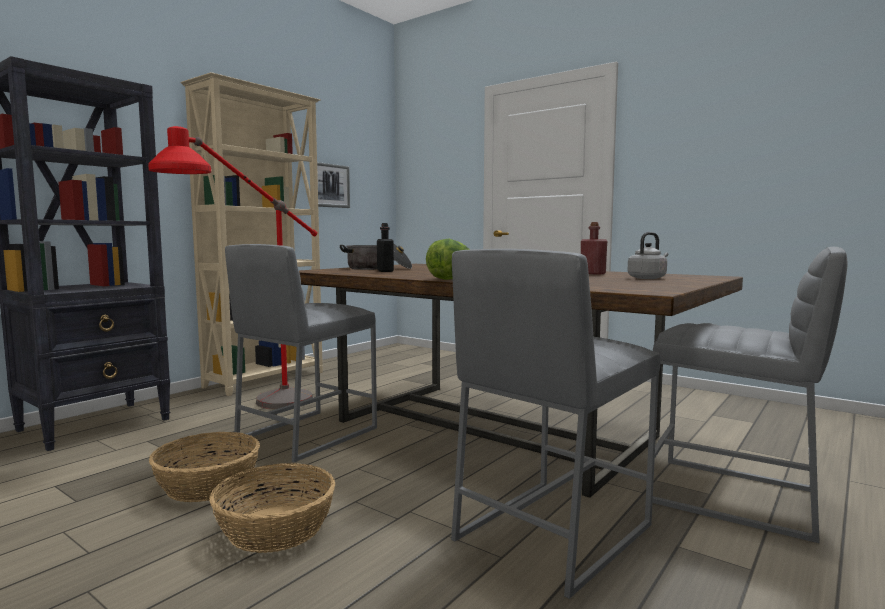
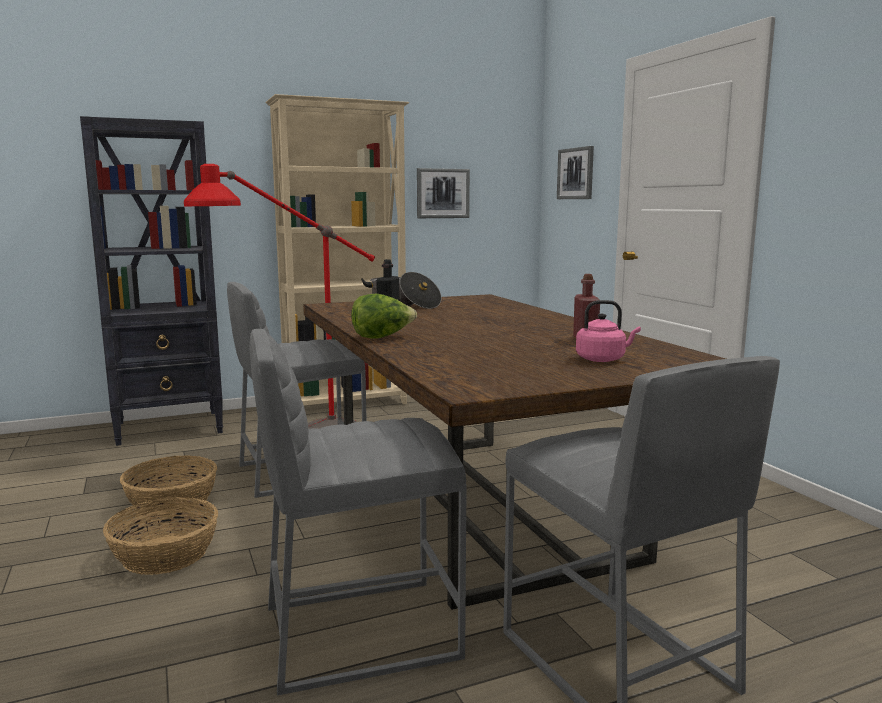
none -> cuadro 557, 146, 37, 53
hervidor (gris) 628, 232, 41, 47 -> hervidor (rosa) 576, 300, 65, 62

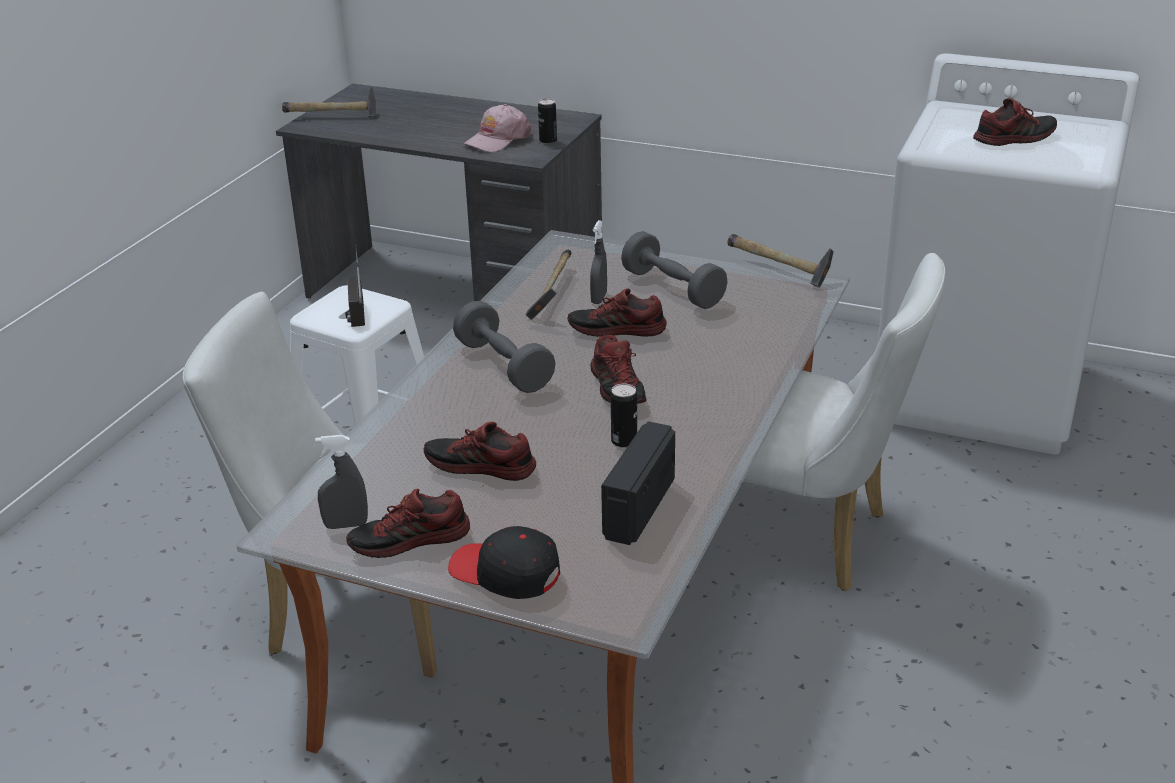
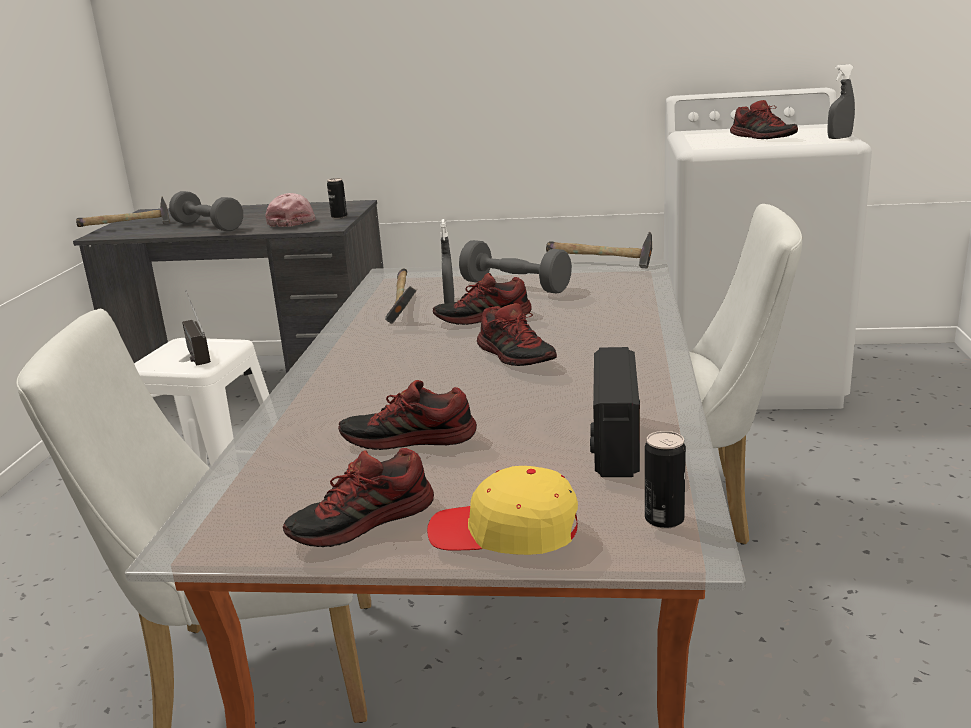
pulverizador (gris) 315, 435, 53, 94 -> pulverizador (gris) 827, 64, 28, 75, move
mancuerna (gris) 453, 301, 102, 92 -> mancuerna (gris) 169, 191, 74, 40, move
lata 611, 384, 26, 64 -> lata 645, 431, 41, 98, move
gorra (negro) 448, 526, 112, 73 -> gorra (amarillo) 427, 466, 151, 89
gorra (rosa) 464, 104, 67, 48 -> gorra (rosa) 265, 193, 51, 34, 150 degrees clockwise
zapato 973, 98, 84, 48 -> zapato 730, 100, 68, 39, 90 degrees clockwise

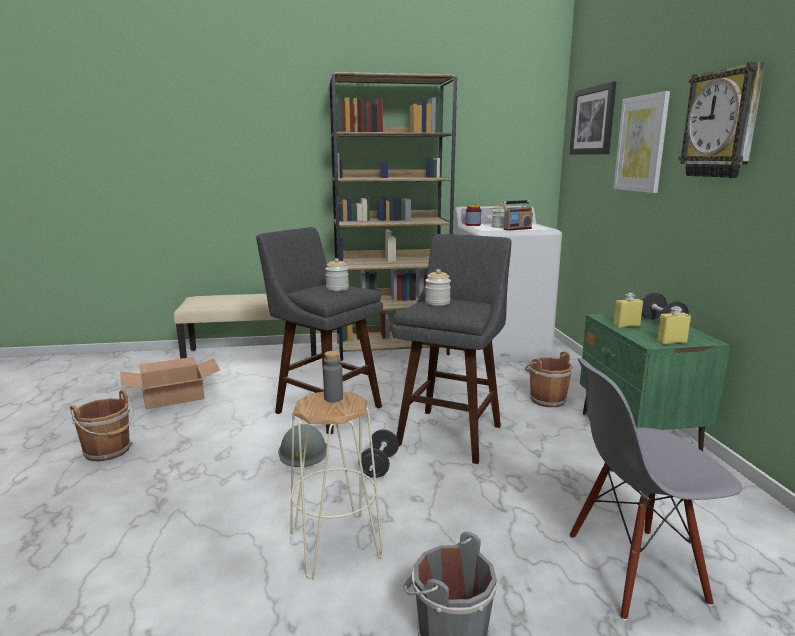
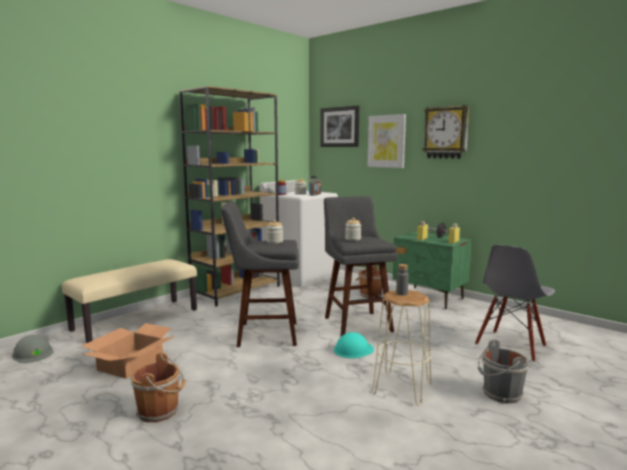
casco (gris) 278, 424, 49, 43 -> casco (gris) 11, 335, 42, 28, move
mancuerna (negro) 361, 429, 38, 49 -> casco (turquesa) 334, 332, 40, 26

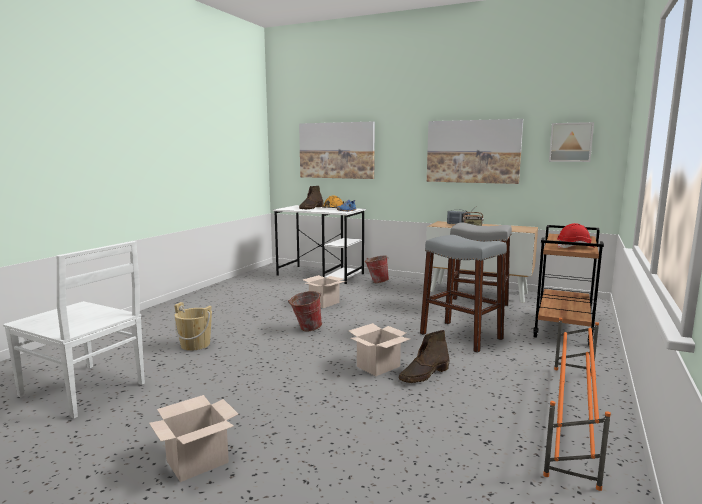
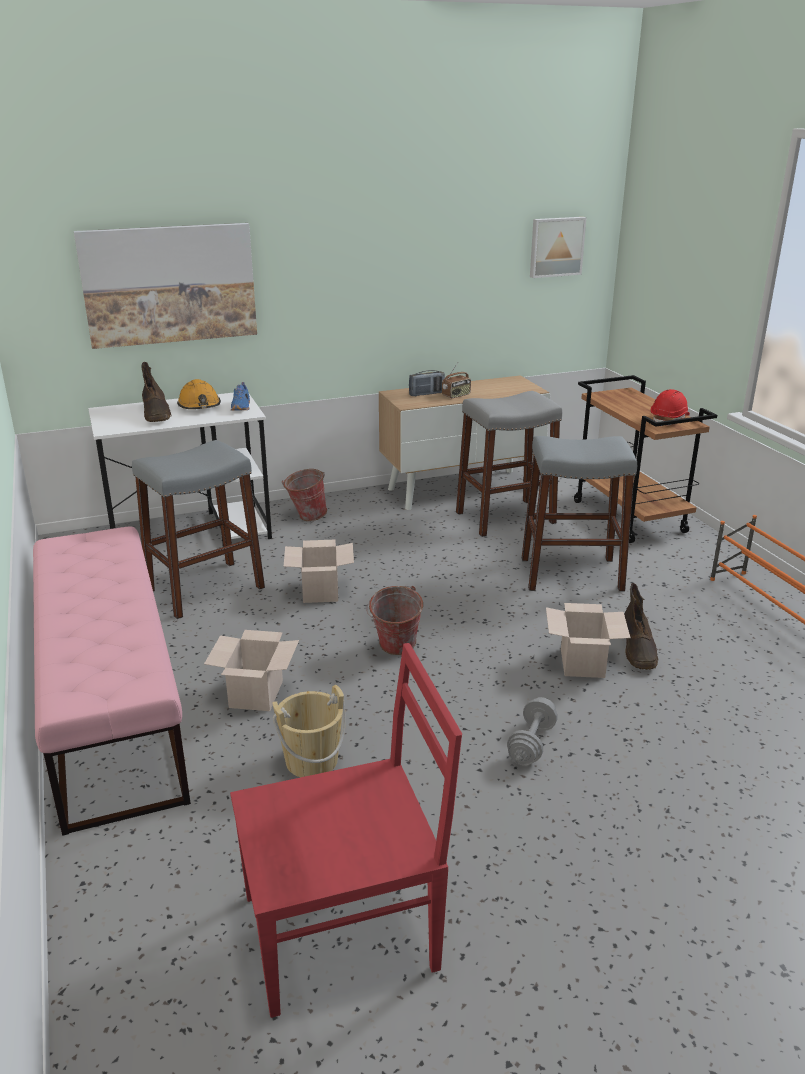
cuadro 427, 119, 96, 65 -> none
none -> banco (rosa) 33, 526, 158, 310
none -> taburete (gris) 132, 440, 133, 179
none -> mancuerna (gris) 507, 697, 51, 69
caja de cartón 149, 395, 89, 87 -> caja de cartón 204, 630, 95, 81, move
silla (blanco) 3, 241, 142, 177 -> silla (rojo) 230, 643, 232, 375

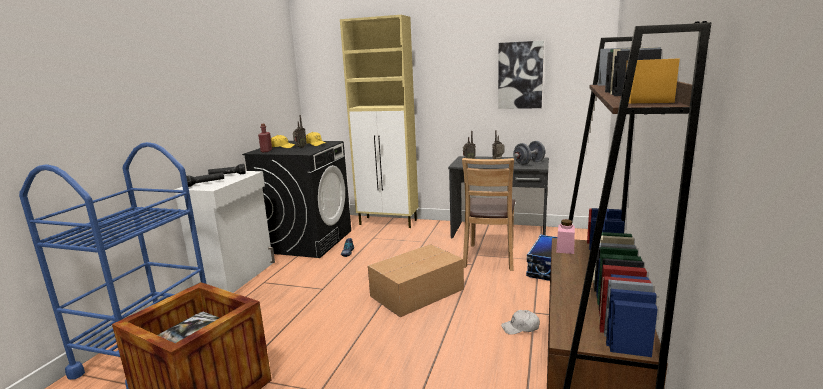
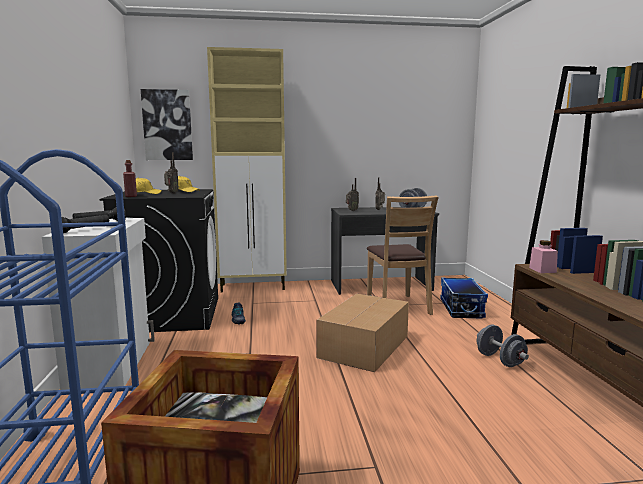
cuadro 498, 41, 46, 68 -> cuadro 141, 89, 52, 71, move
gorra (blanco) 501, 310, 39, 25 -> mancuerna (gris) 477, 325, 52, 42

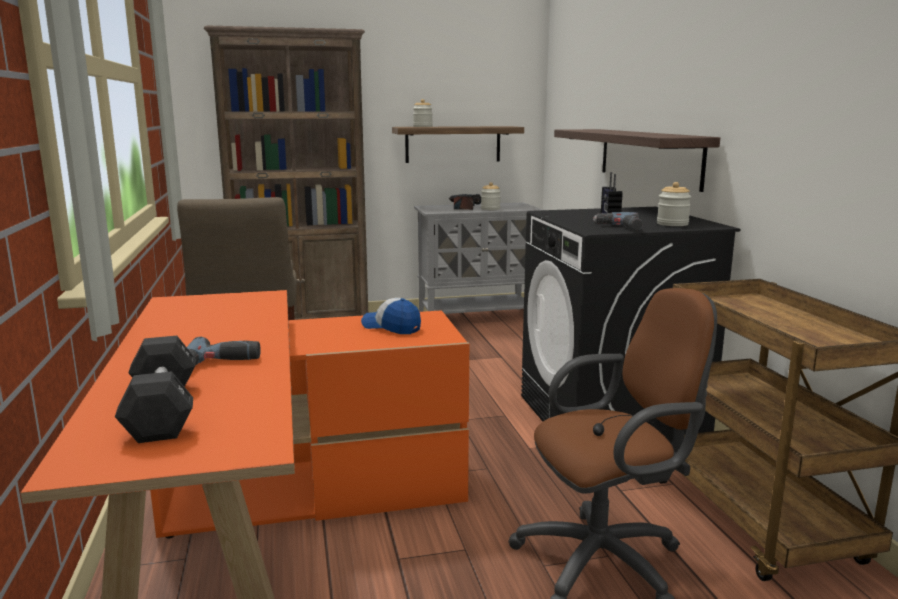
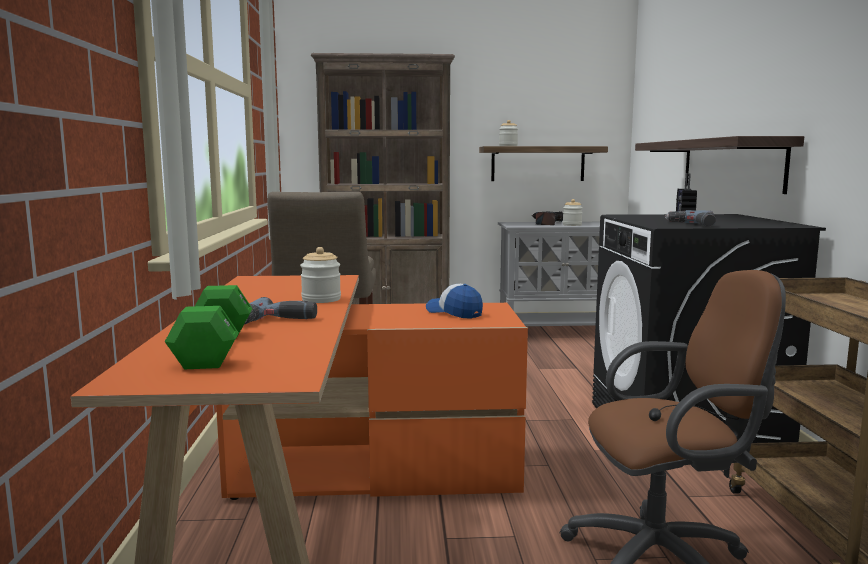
tarro 657, 182, 34, 44 -> tarro 300, 247, 41, 56, move
mancuerna (negro) 115, 336, 81, 107 -> mancuerna (verde) 165, 285, 88, 85

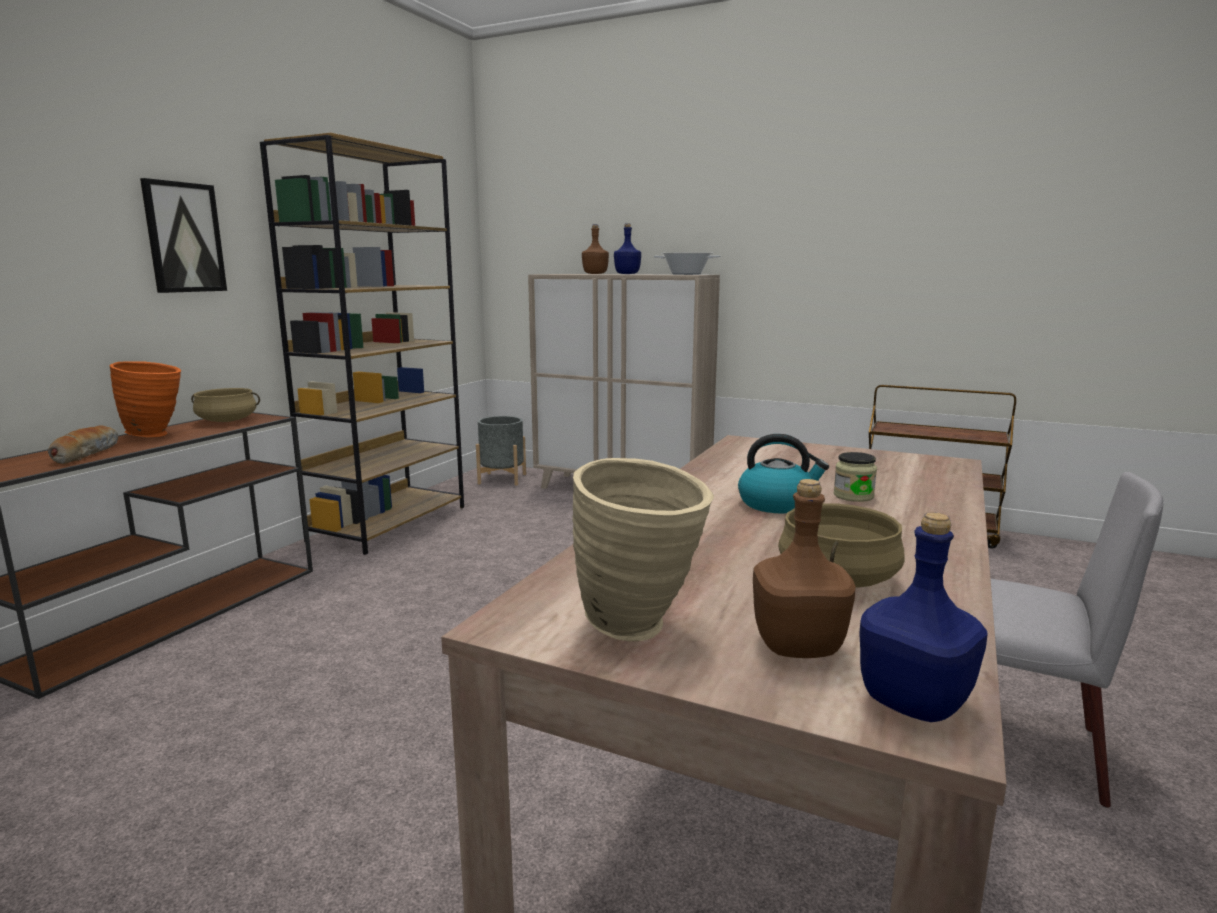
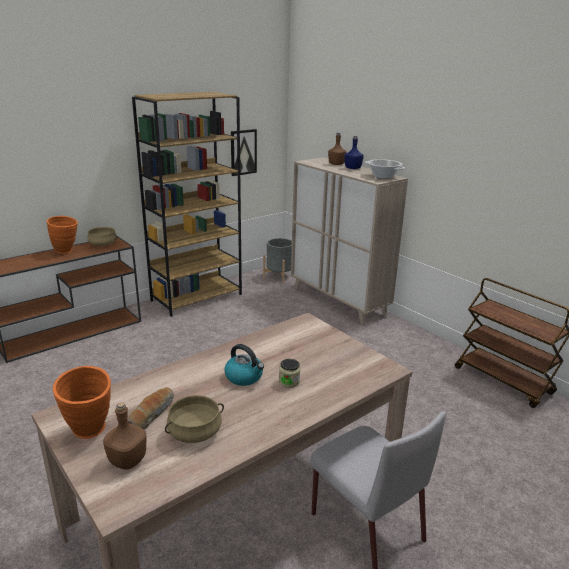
botella (azul) 859, 513, 129, 209 -> none
pan 48, 425, 70, 39 -> pan 127, 387, 47, 42, move
cuadro 140, 178, 87, 115 -> cuadro 231, 129, 26, 47, move
florero (beis) 572, 458, 142, 183 -> florero (naranja) 53, 366, 58, 73

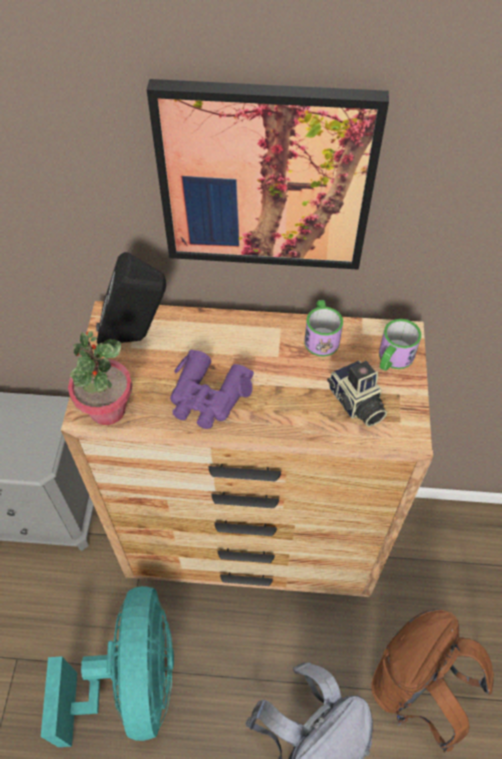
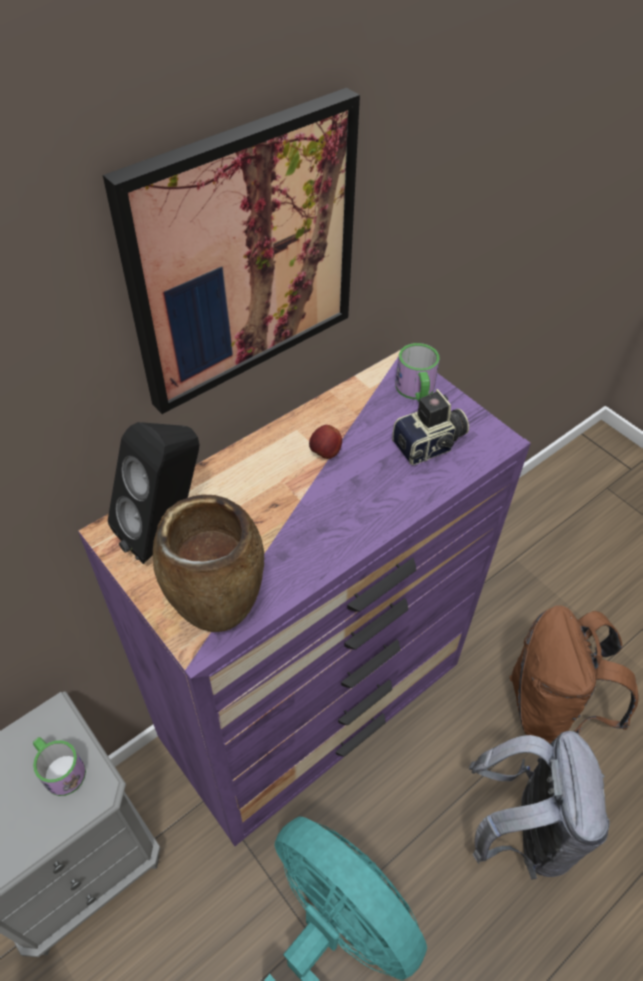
prismáticos (morado) 170, 349, 84, 80 -> none
none -> manzana 309, 425, 33, 34
taza grande 304, 300, 39, 57 -> taza grande 33, 737, 53, 59, move
planta en maceta 68, 331, 64, 94 -> florero (marrón) 153, 495, 111, 137
cómoda (marrón) 61, 301, 372, 296 -> cómoda (morado) 78, 350, 453, 496
cámara 327, 360, 60, 67 -> cámara 392, 389, 77, 76, 45 degrees counterclockwise

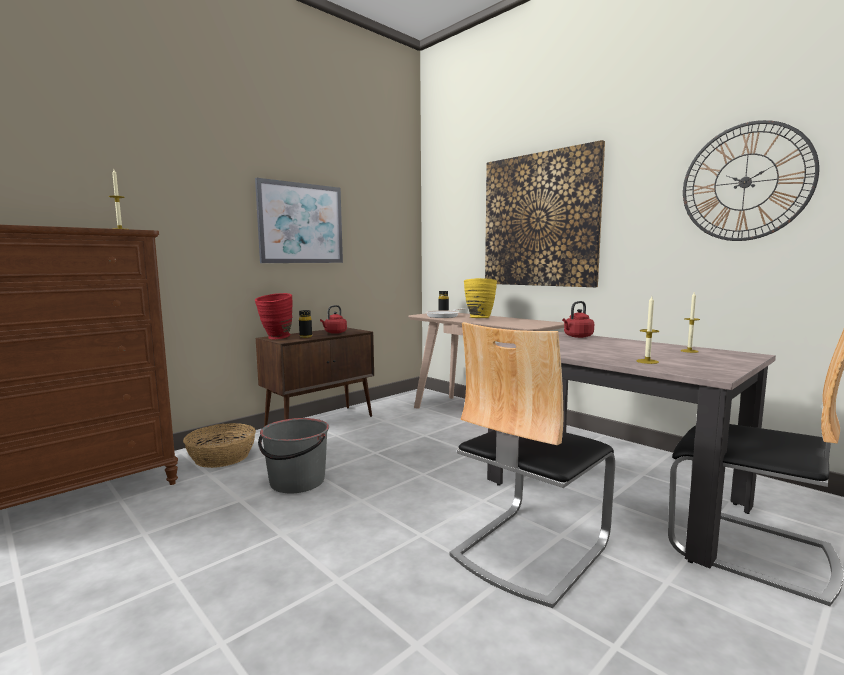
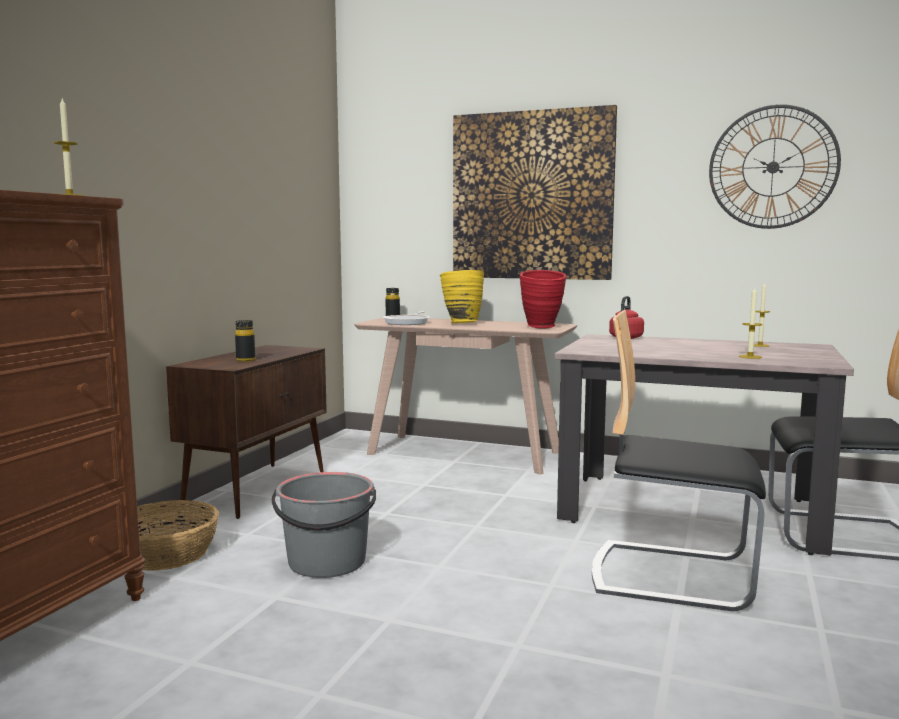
cuadro 255, 178, 88, 85 -> none
hervidor (rojo) 320, 305, 27, 29 -> none
florero (rojo) 255, 293, 38, 46 -> florero (rojo) 520, 270, 47, 59, move
silla 449, 322, 166, 286 -> silla 592, 310, 174, 301, 90 degrees clockwise

